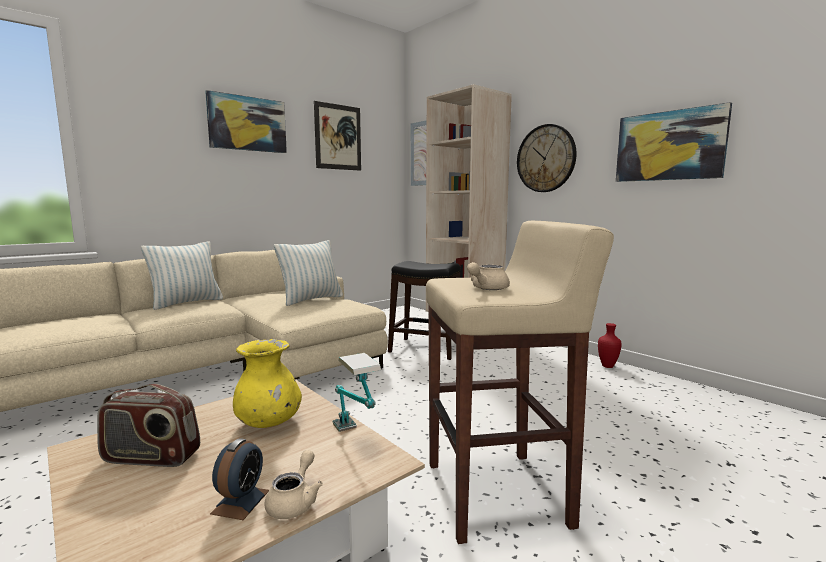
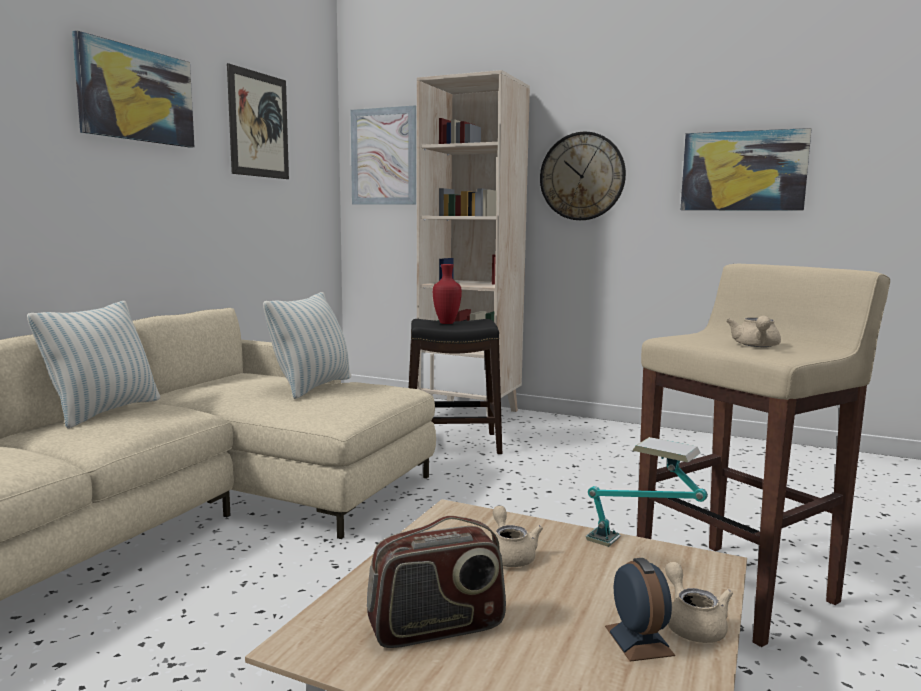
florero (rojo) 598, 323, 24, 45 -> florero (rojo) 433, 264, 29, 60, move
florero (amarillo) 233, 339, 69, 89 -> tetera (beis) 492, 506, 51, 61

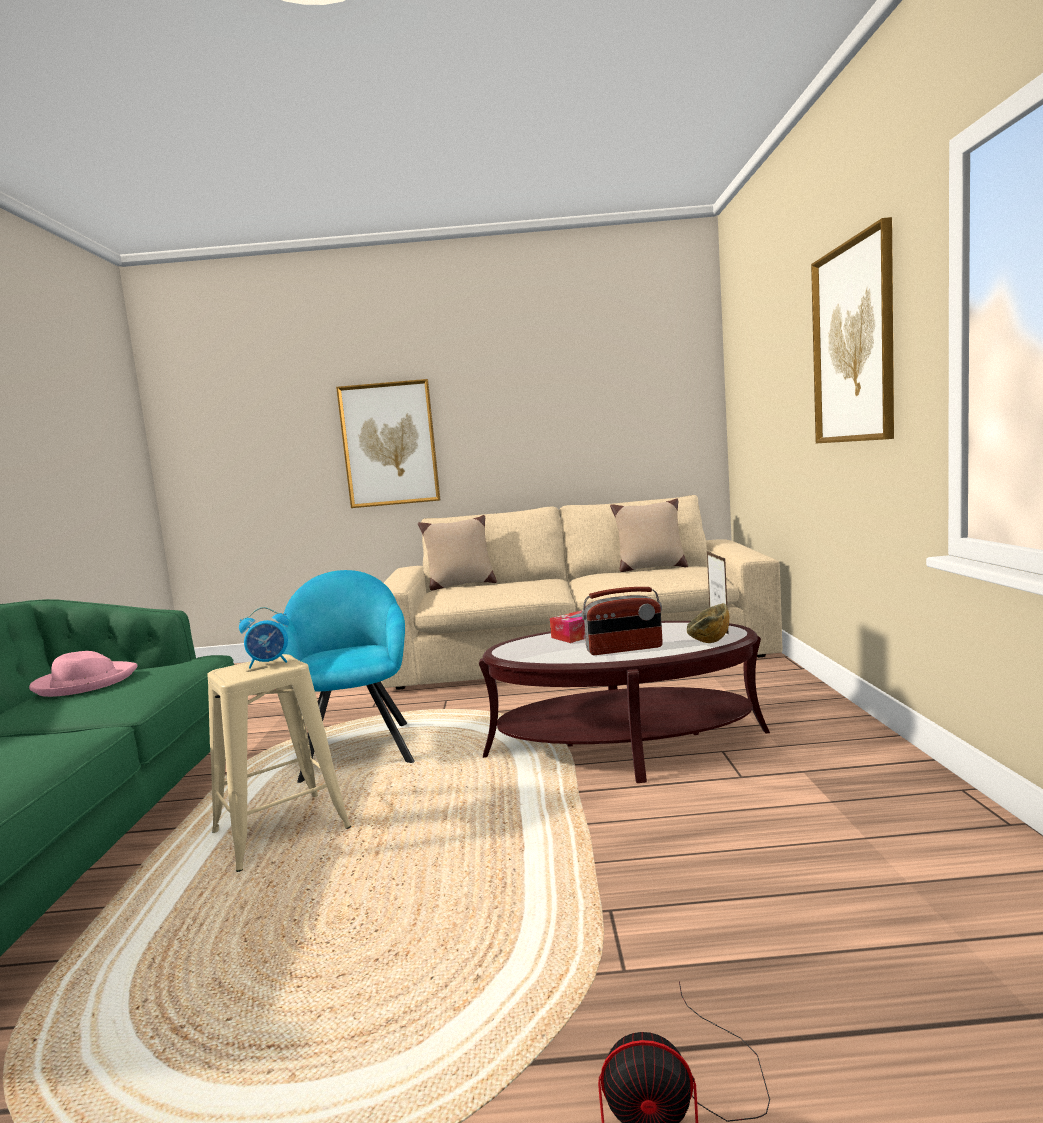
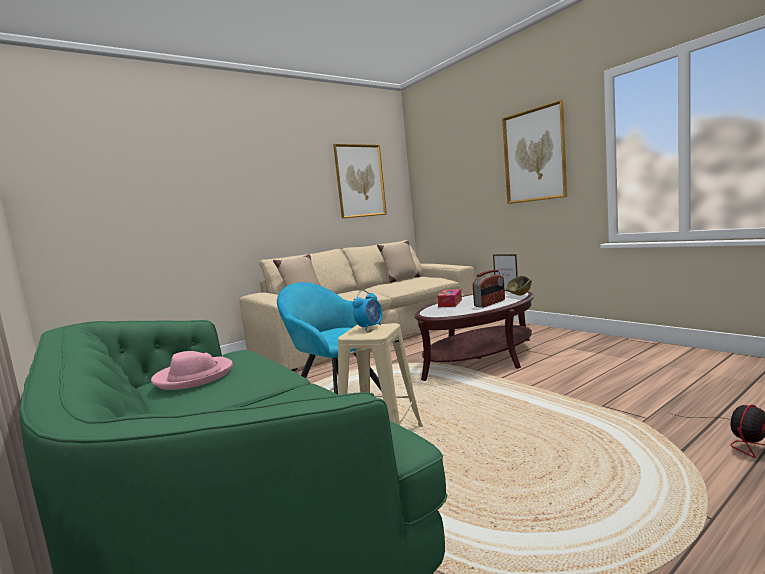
cuadro 336, 379, 104, 129 -> cuadro 333, 144, 54, 74, move

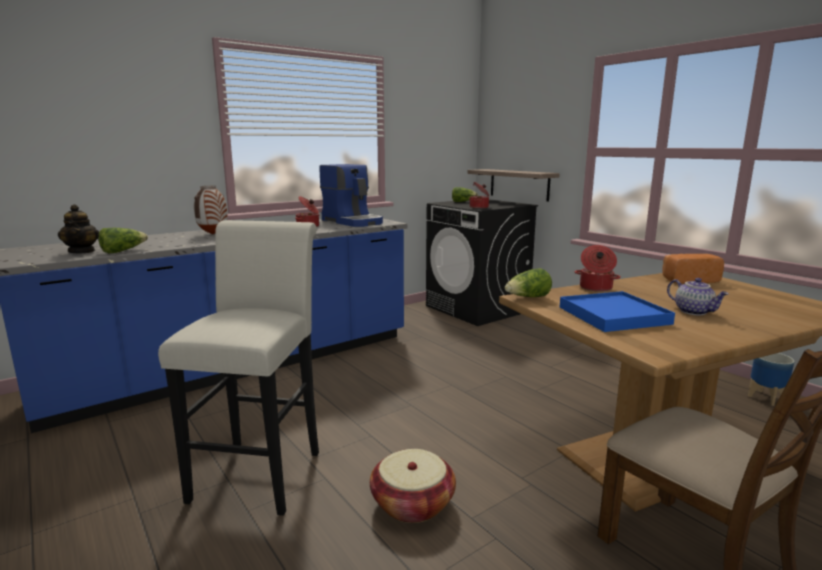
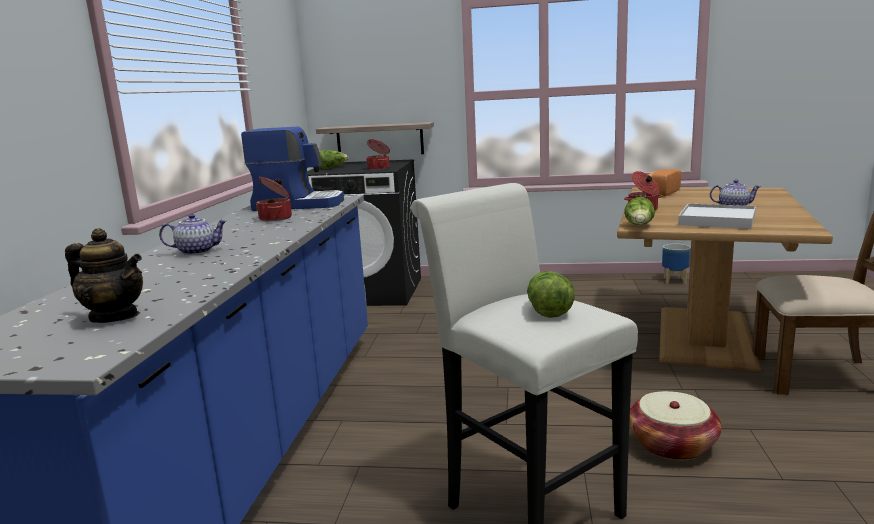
lechuga 98, 228, 50, 25 -> lechuga 527, 271, 48, 47, move
florero 194, 186, 34, 48 -> tetera 159, 214, 68, 41
bandeja (azul) 560, 291, 115, 41 -> bandeja (blanco) 678, 204, 78, 25

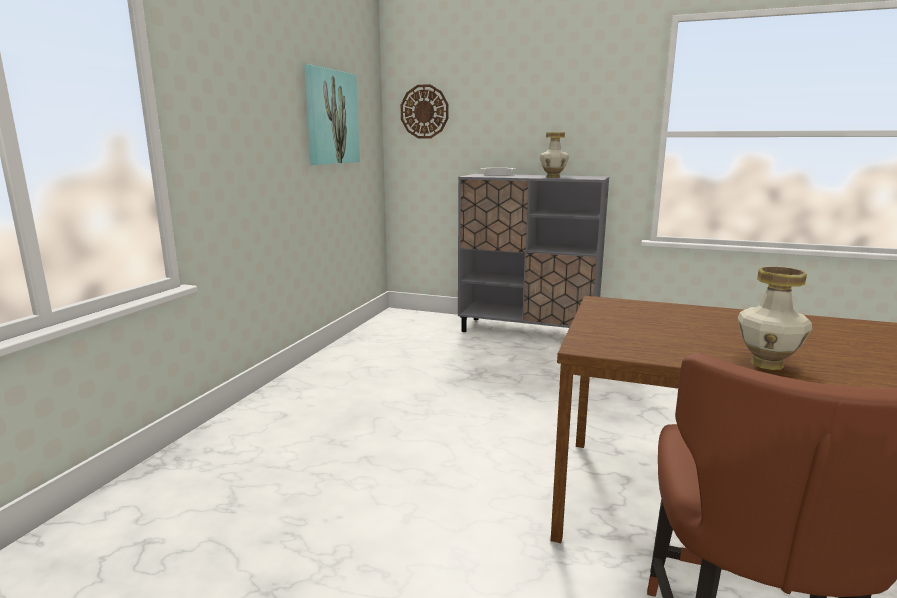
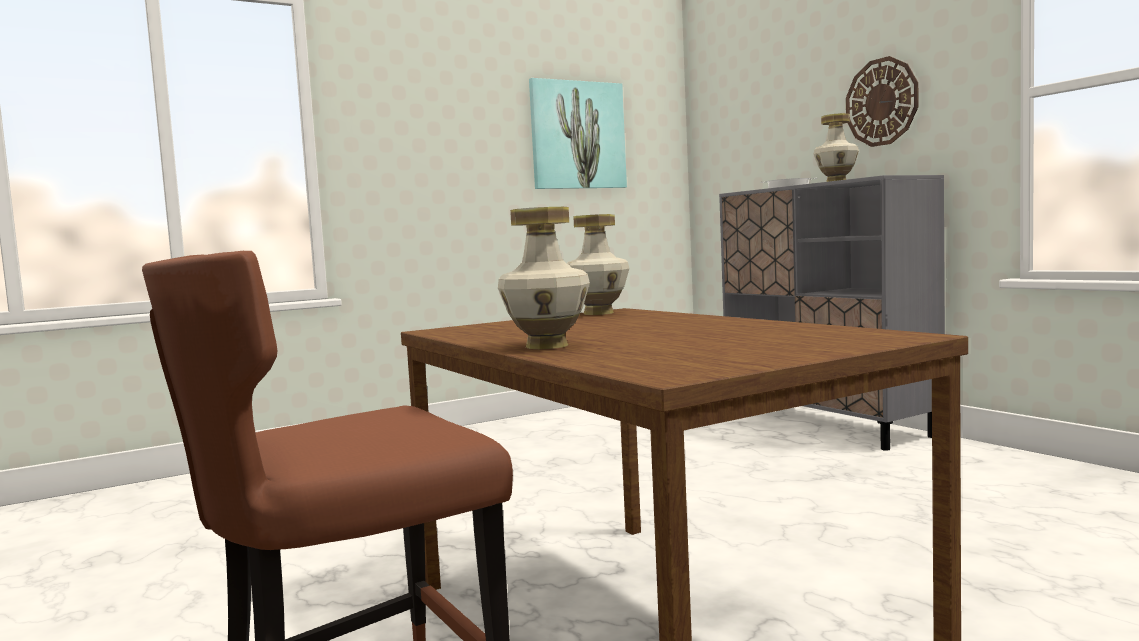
none -> florero 567, 214, 62, 101
reloj de pared 400, 84, 48, 54 -> reloj de pared 846, 56, 73, 91, move

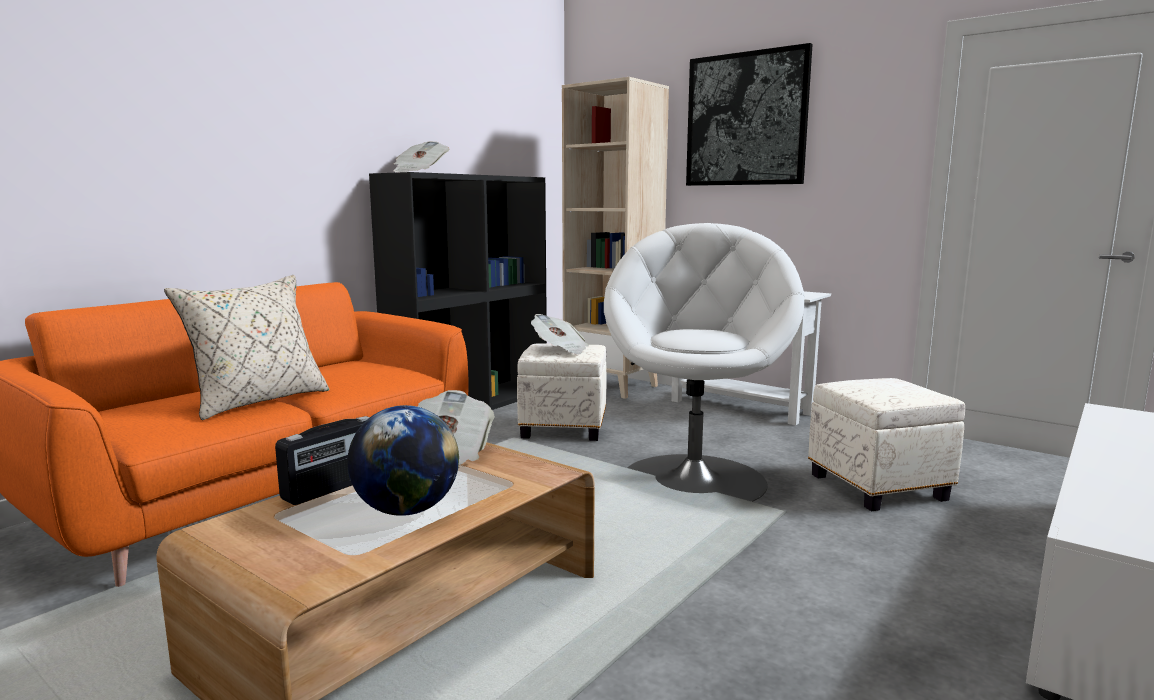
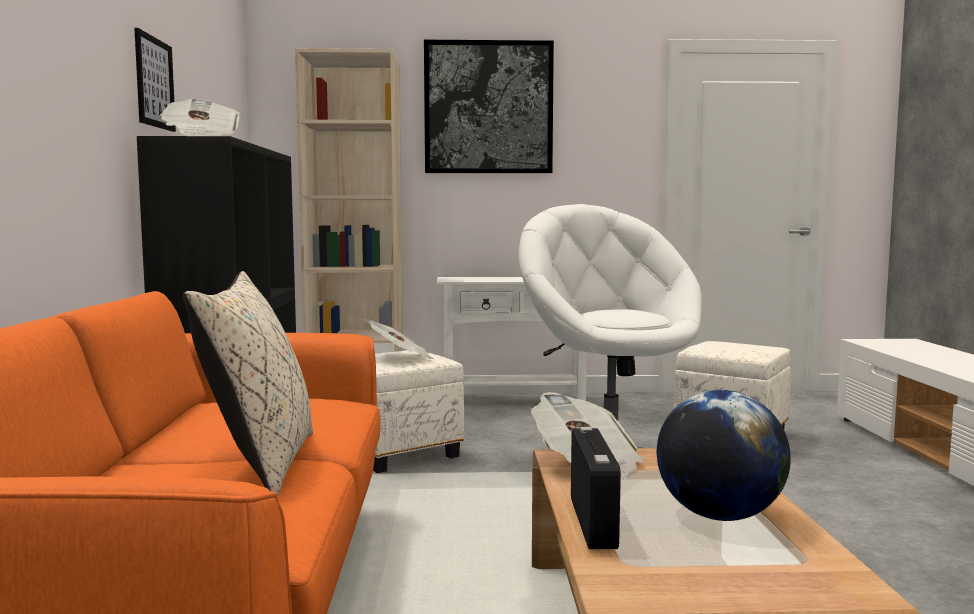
none -> cuadro 134, 28, 42, 104

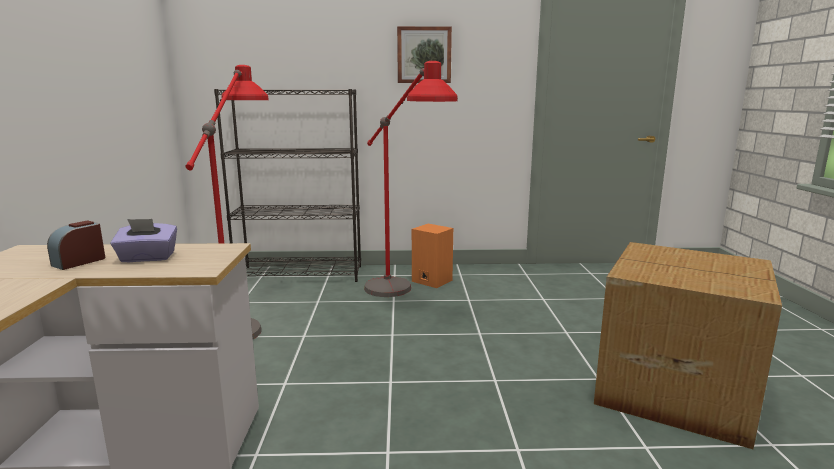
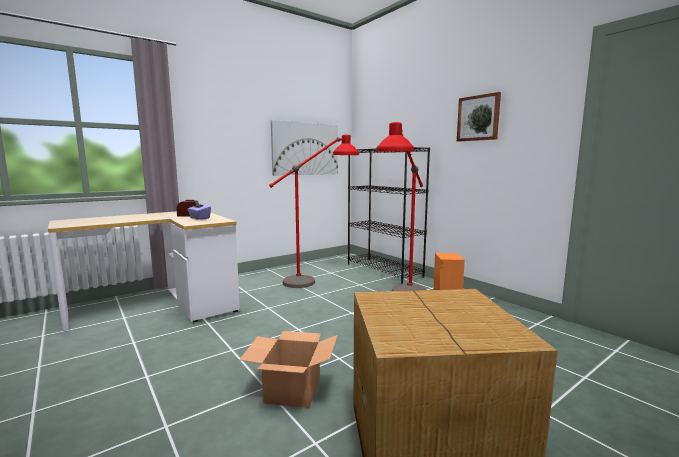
none -> caja de cartón 239, 331, 99, 77
none -> cuadro 271, 120, 67, 55

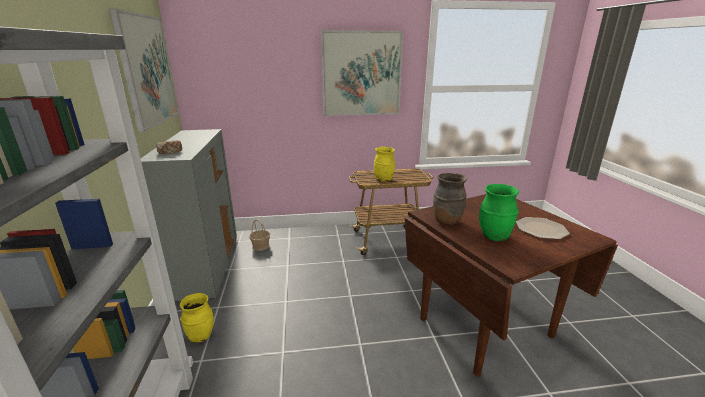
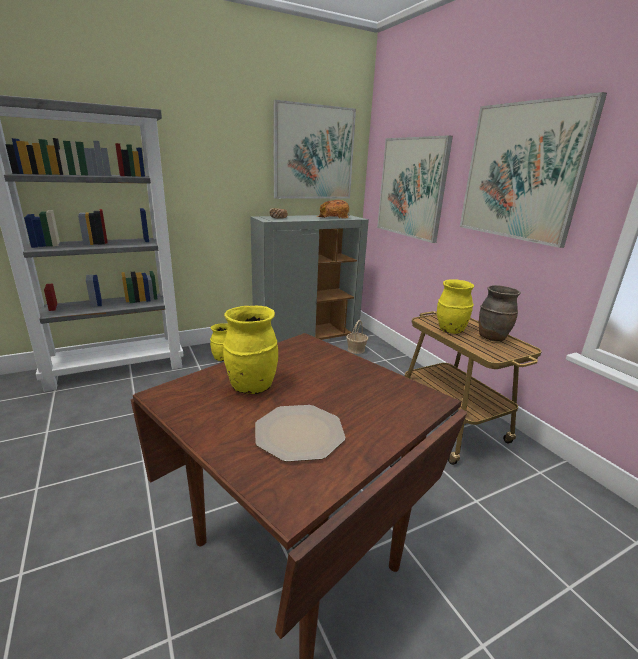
none -> pan 317, 200, 32, 18
none -> cuadro 377, 135, 76, 108
florero (marrón) 433, 173, 34, 52 -> florero (marrón) 479, 285, 42, 56, move
florero (verde) 479, 184, 40, 57 -> florero (amarillo) 223, 306, 55, 88

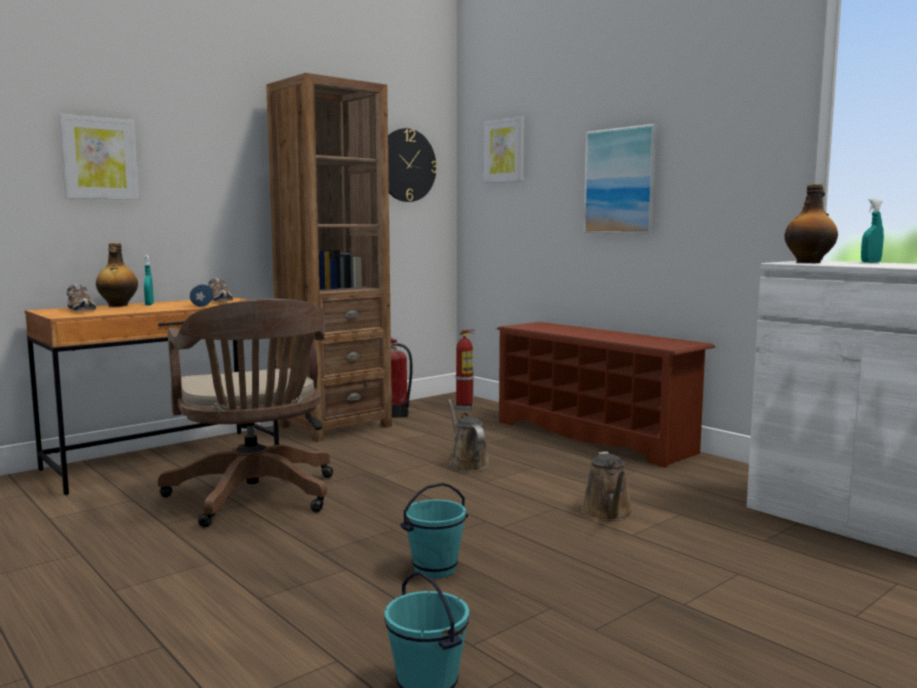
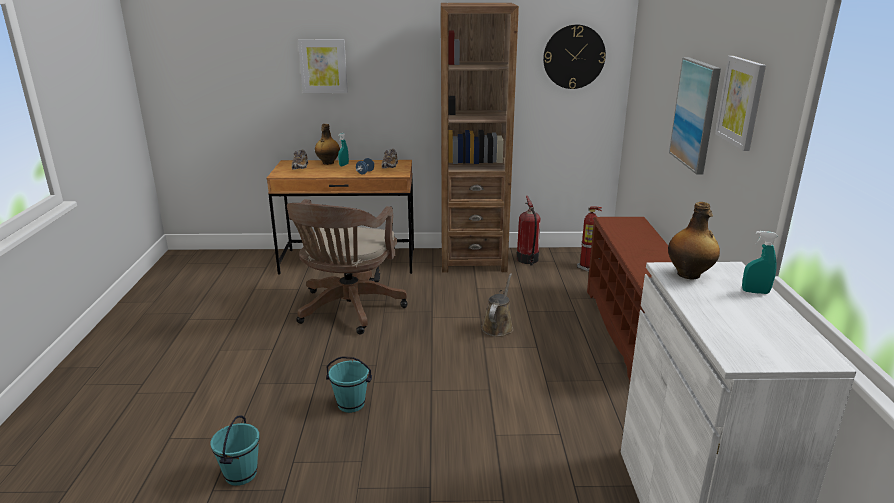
regadera (marrón) 582, 452, 51, 69 -> none
cuadro 483, 116, 41, 67 -> cuadro 715, 56, 51, 95, move

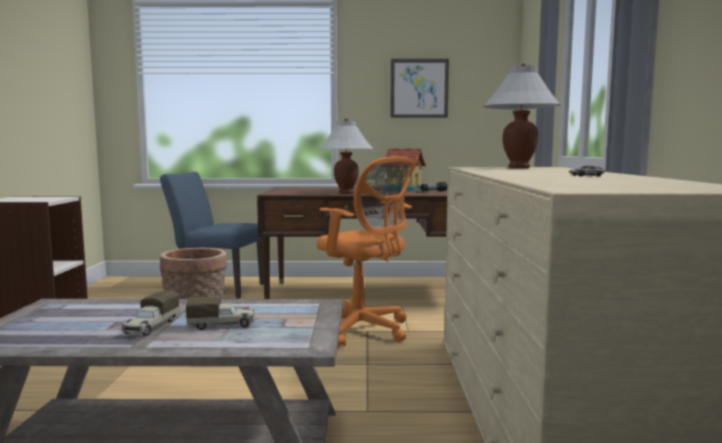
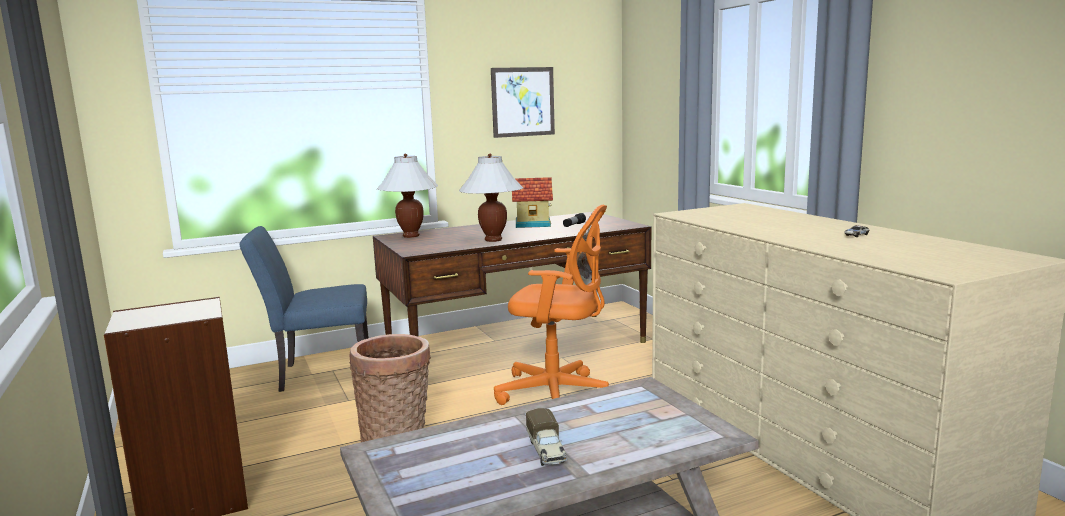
camión de juguete 186, 296, 70, 34 -> none
lámpara de mesa (blanco) 483, 63, 78, 105 -> lámpara de mesa (blanco) 377, 154, 61, 84, move

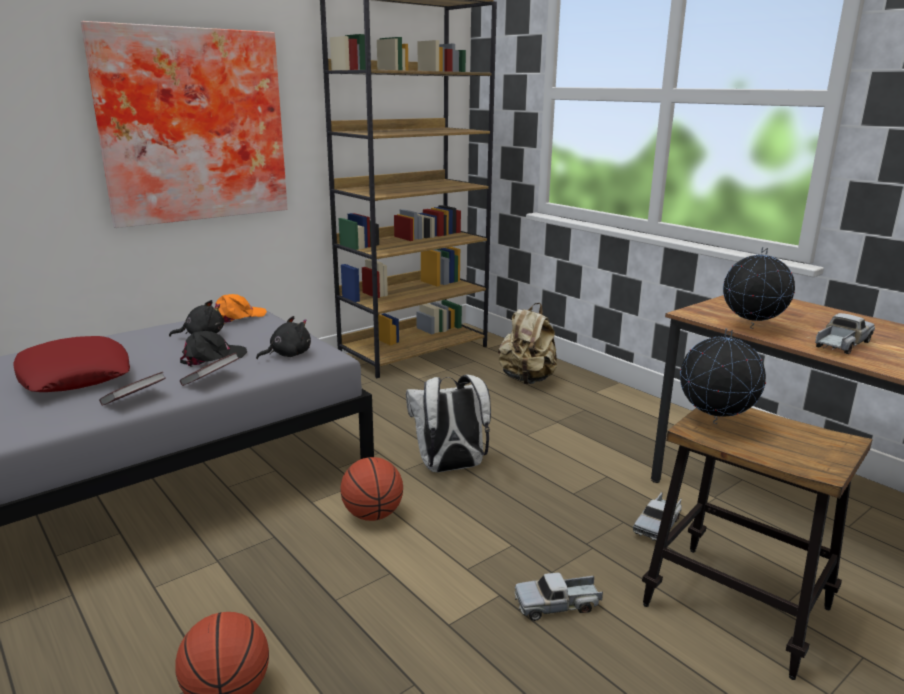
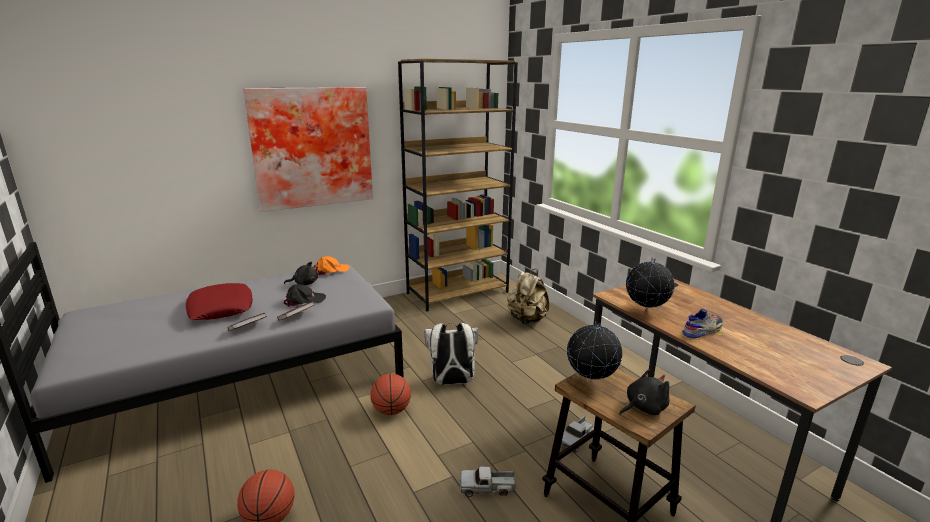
peluche (negro) 256, 316, 55, 43 -> peluche (negro) 619, 369, 50, 47, move
camión de juguete 815, 313, 60, 41 -> zapato 682, 308, 41, 30

